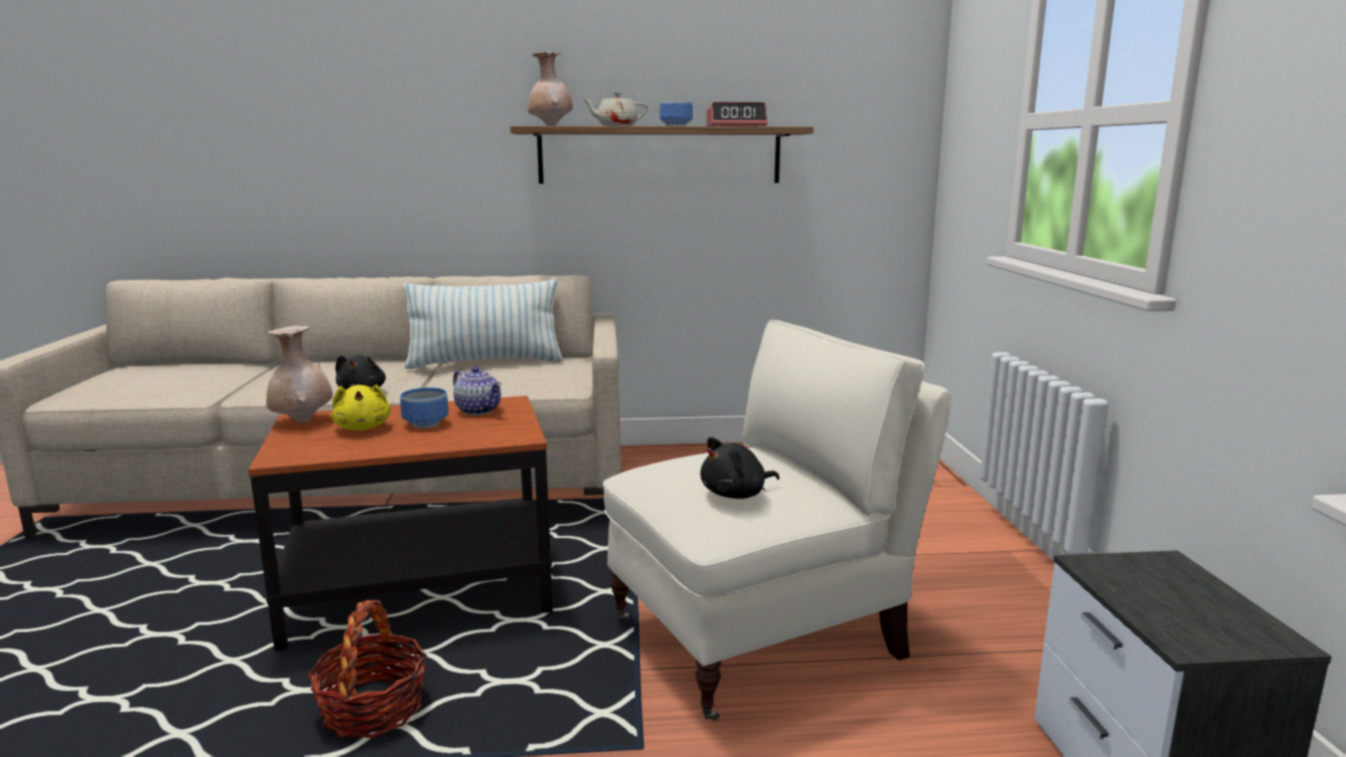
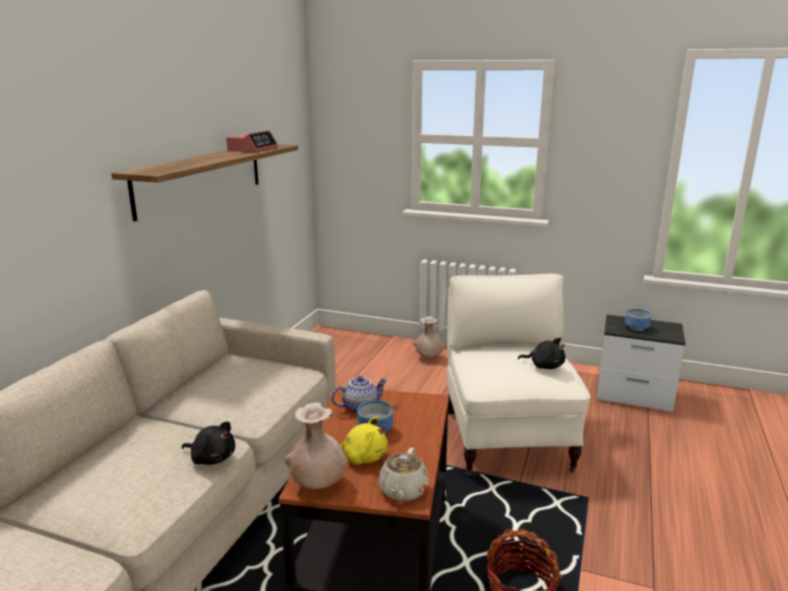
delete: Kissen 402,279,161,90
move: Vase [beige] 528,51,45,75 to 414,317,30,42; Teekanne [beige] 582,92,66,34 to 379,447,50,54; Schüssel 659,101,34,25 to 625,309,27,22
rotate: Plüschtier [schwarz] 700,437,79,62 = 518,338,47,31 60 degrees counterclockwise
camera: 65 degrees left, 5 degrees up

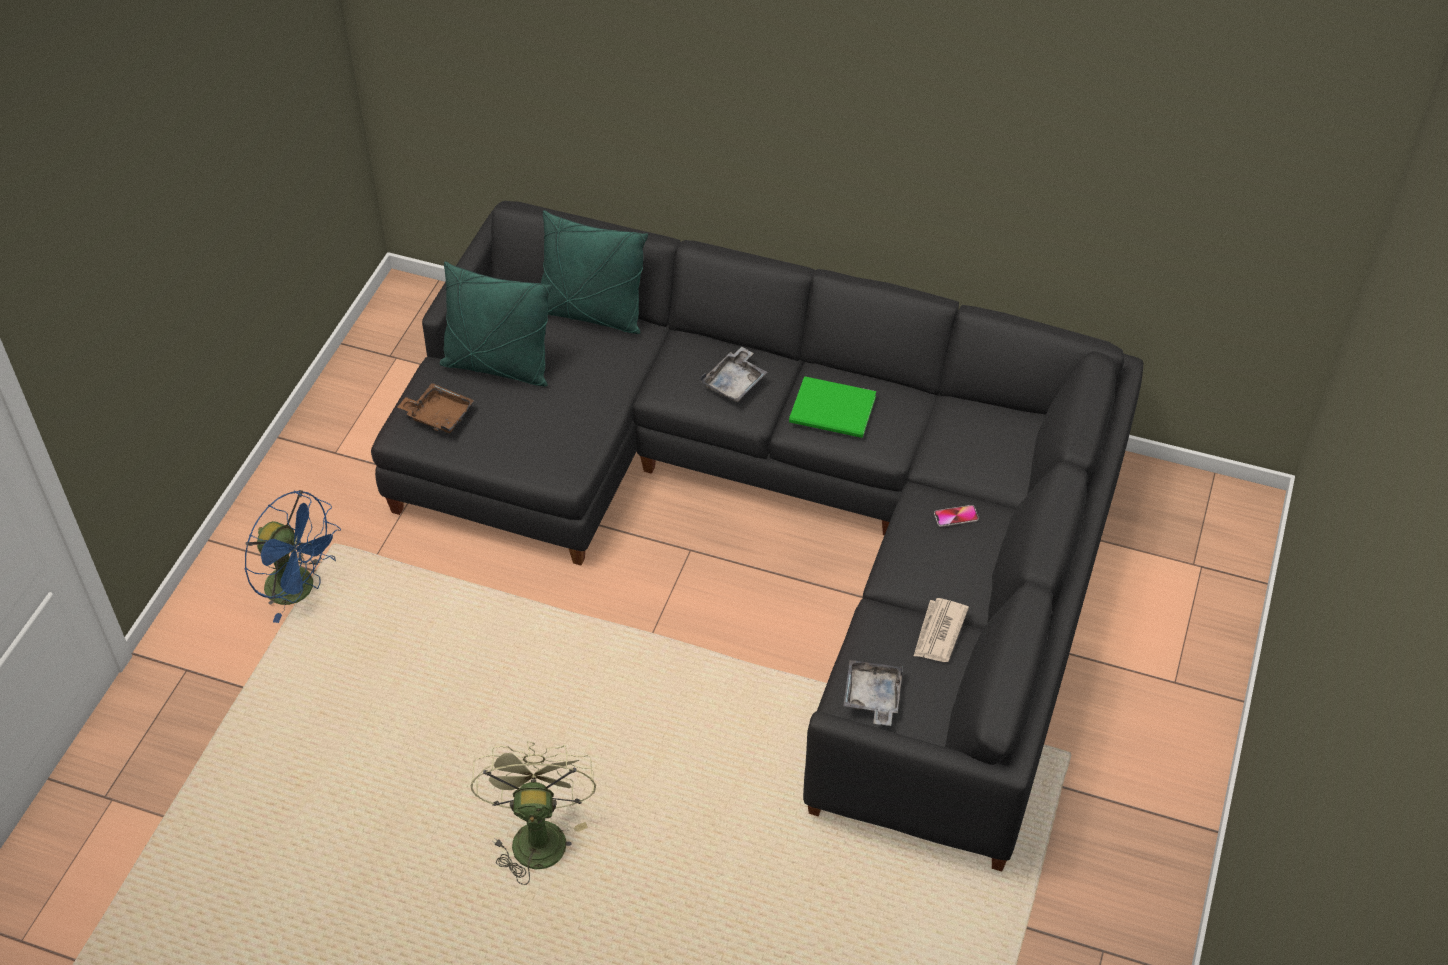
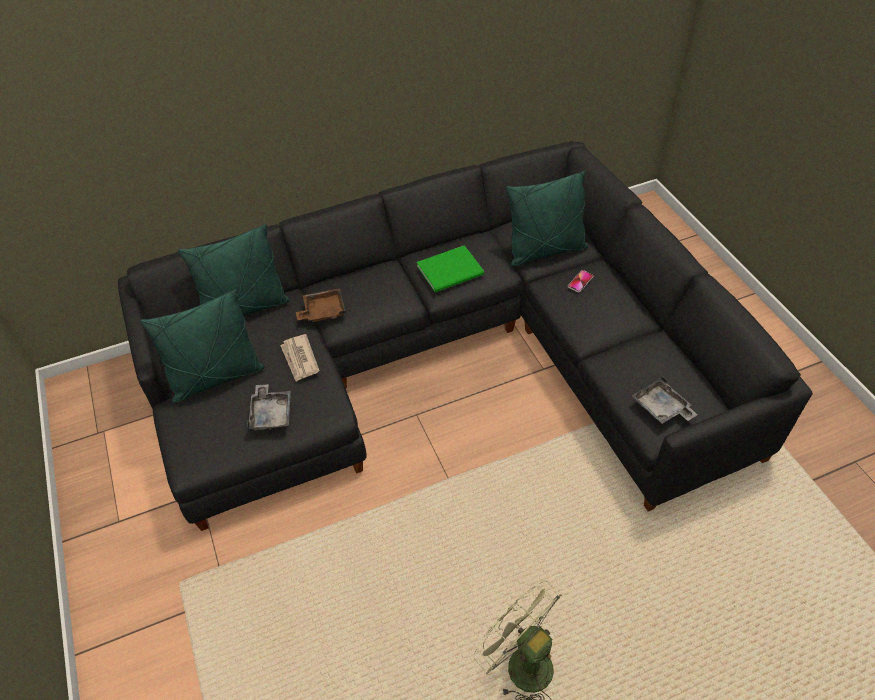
delete: Ventilator [blau] 244,490,97,133
insert: Kissen [grün] 506,171,82,96
move: Tablett [grau] 700,347,67,55 to 247,384,44,46; Tablett [braun] 398,383,76,50 to 296,288,50,34; Zeitung 914,598,55,64 to 280,334,40,48
camera: 40 degrees left, 0 degrees up

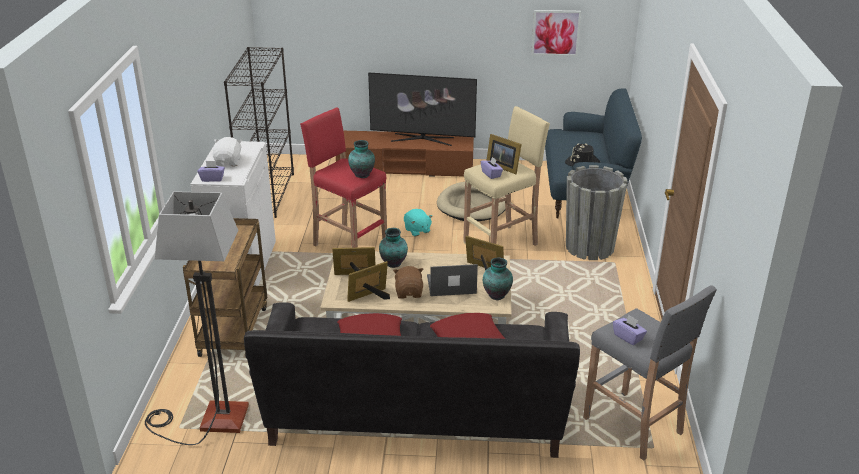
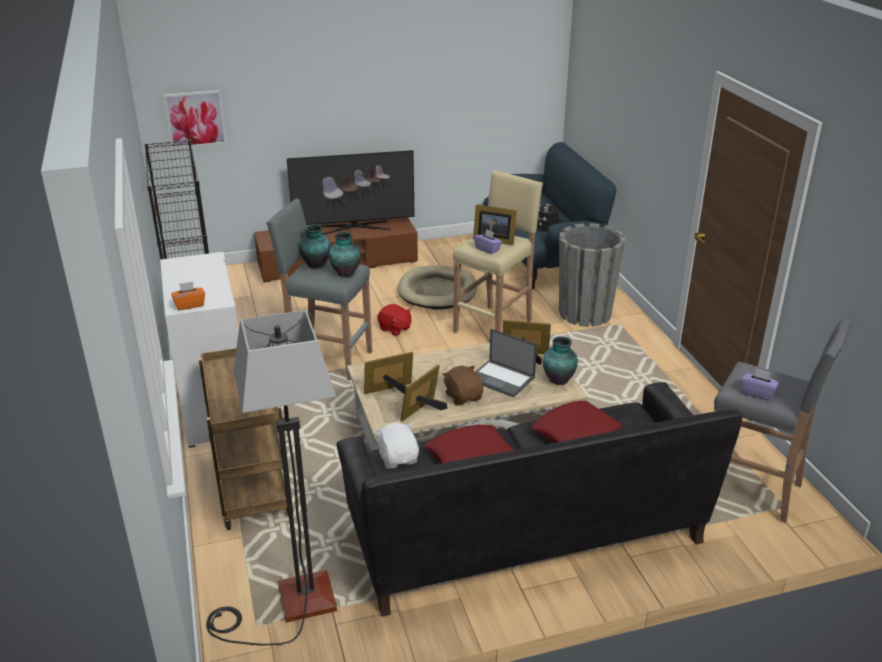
move: Bild 531,10,50,46 to 163,90,64,59; Plüschtier [weiß] 212,137,30,29 to 374,423,45,46; Vase 379,228,29,40 to 299,224,32,45
recolor: Hocker [rot] 300,107,87,141 to Hocker [grau] 266,199,106,182; Taschentuchbox [lila] 198,161,27,21 to Taschentuchbox [orange] 171,282,34,28; Plüschtier [türkis] 404,209,28,27 to Plüschtier [rot] 377,304,34,32
rotate: Laptop 427,264,51,32 = 476,329,61,68 120 degrees counterclockwise
camera: 20 degrees left, 0 degrees up

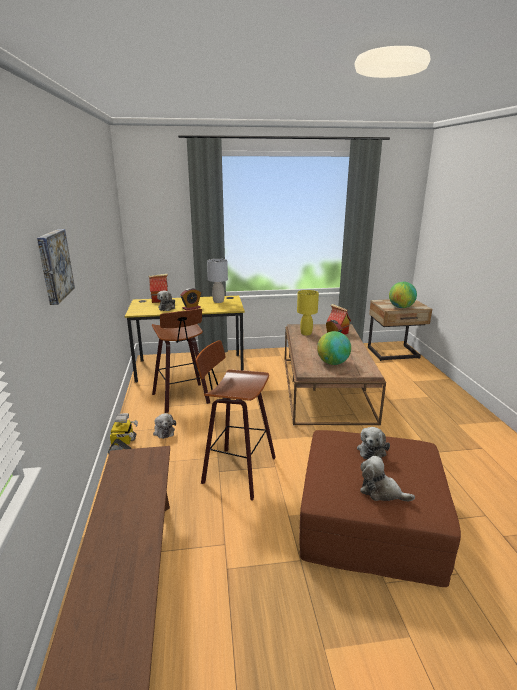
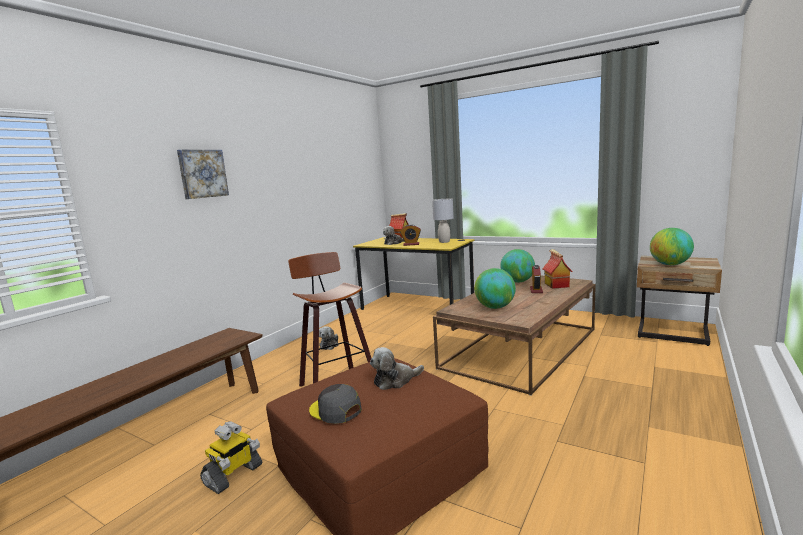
delete: Hocker 152,309,58,104
move: Spielzeugroboter 108,413,30,41 to 200,421,62,73
replace: Tischlampe [gelb] 297,290,22,45 to Globus 500,249,35,34; Plüschtier 360,456,55,45 to Kappe [grau] 309,384,53,40
camera: 40 degrees right, 10 degrees down

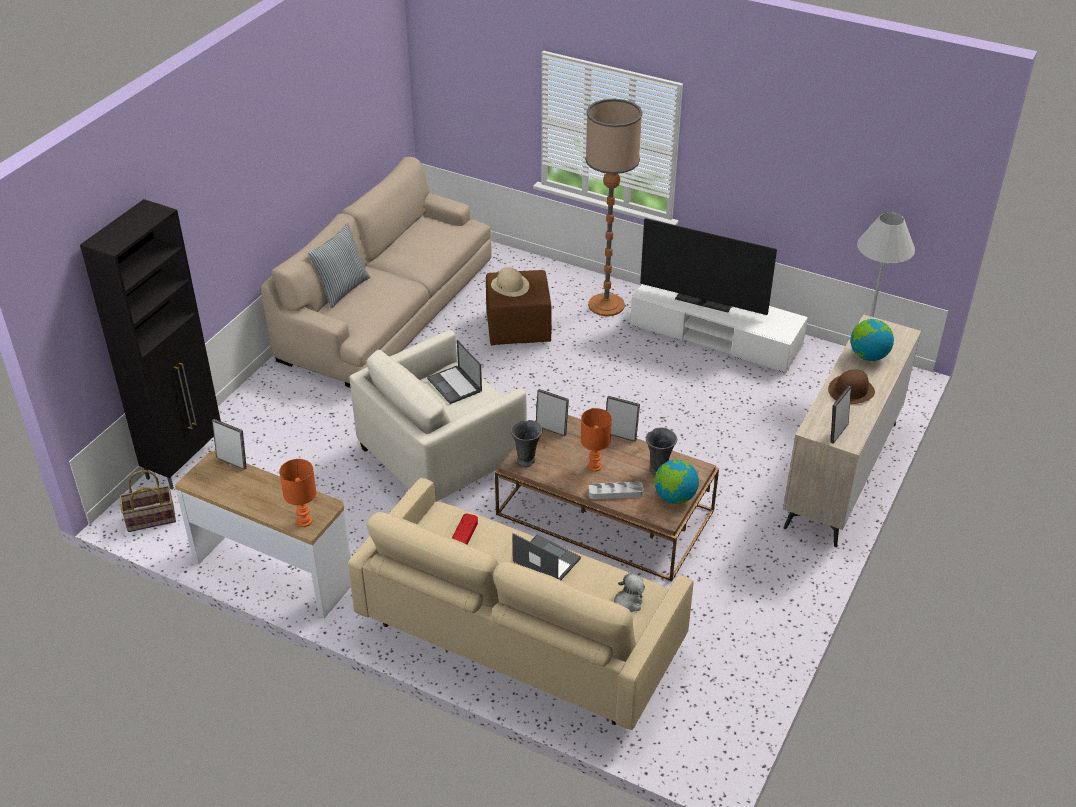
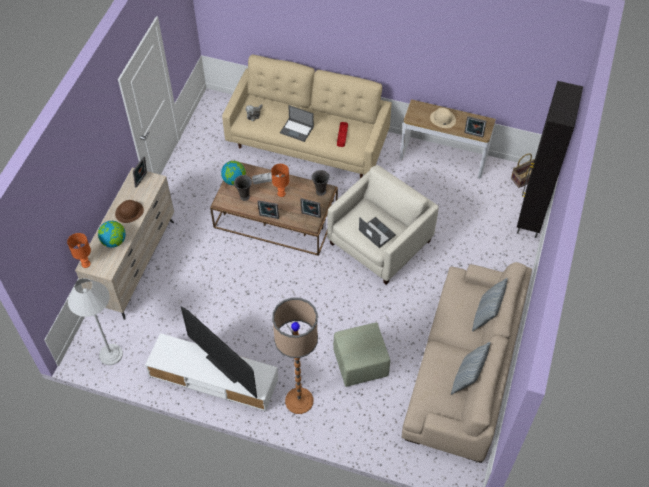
insert: Kissen 451,342,40,53
move: Hut [beige] 491,267,38,30 to 430,107,26,21; Tischlampe [orange] 279,459,38,68 to 67,233,24,35
recolor: Polsterhocker [braun] 486,270,66,75 to Polsterhocker [grün] 333,323,57,64
rotate: Fernseher 640,218,137,97 = 181,306,76,92 150 degrees counterclockwise
camera: 170 degrees right, 15 degrees up

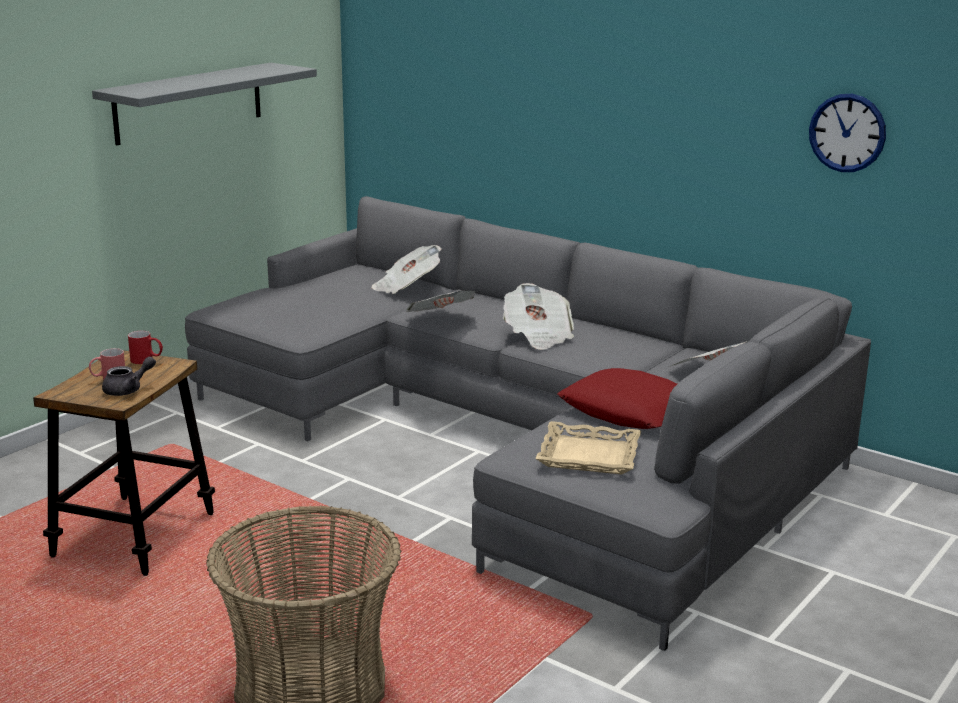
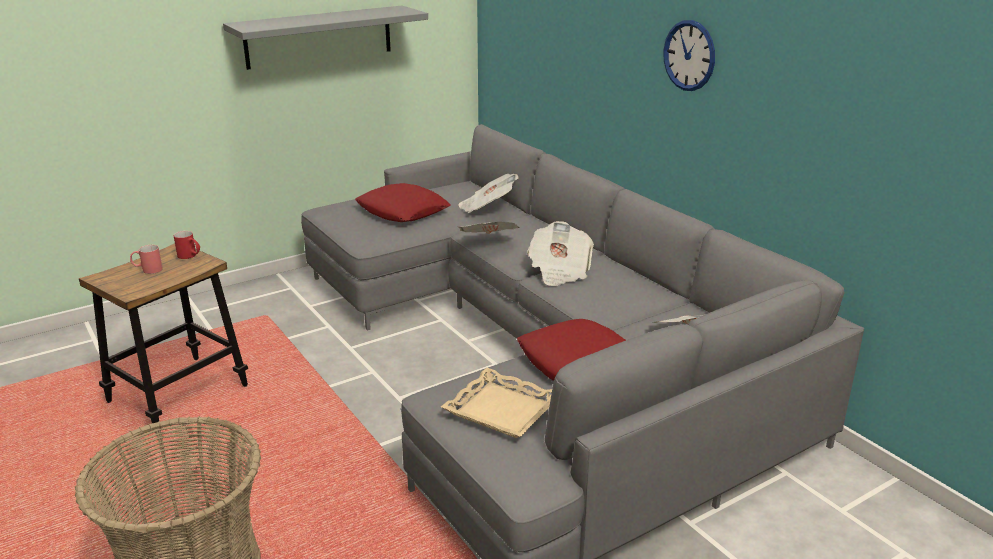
delete: Teekanne [grau] 102,356,54,40
insert: Kissen [rot] 355,183,96,39
move: Wanduhr 809,94,77,78 to 663,20,52,71
camera: 20 degrees right, 5 degrees up

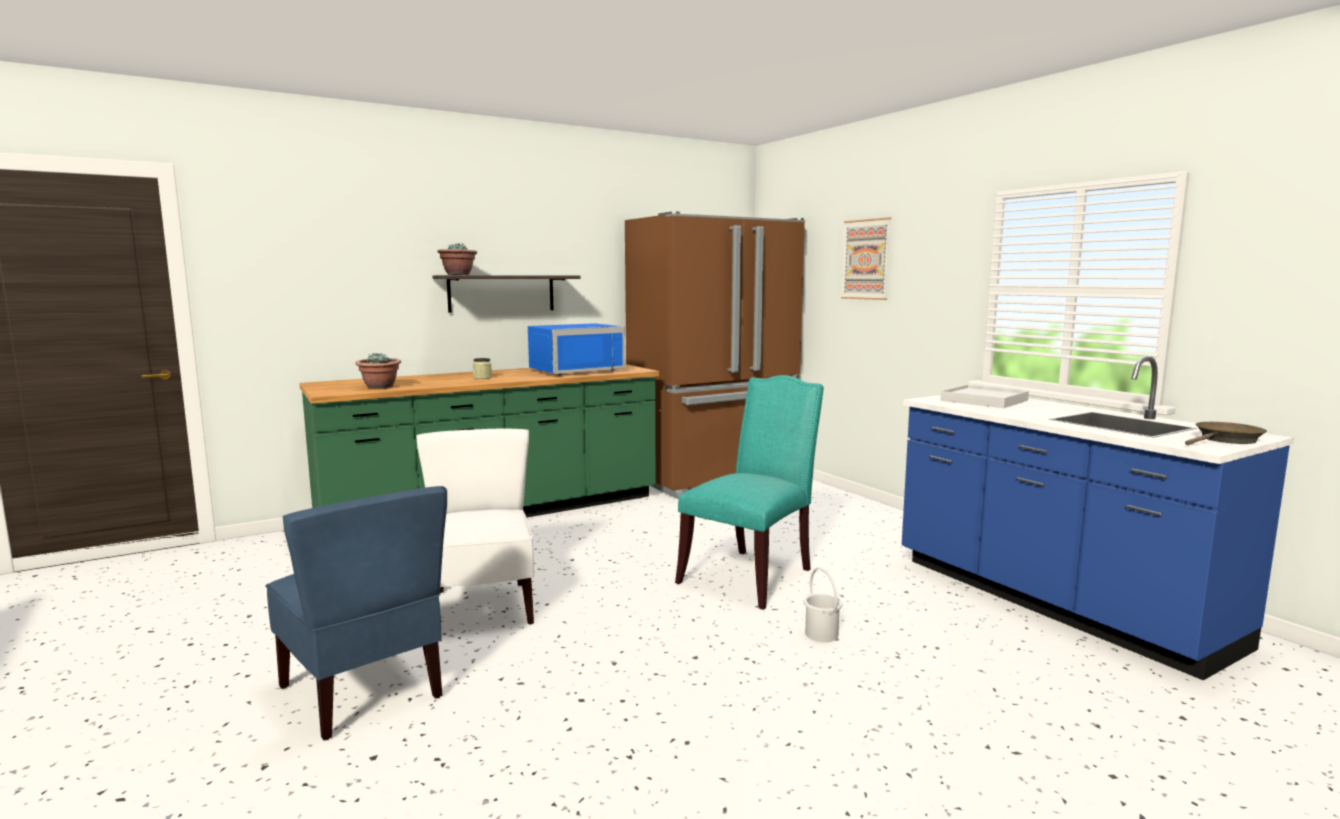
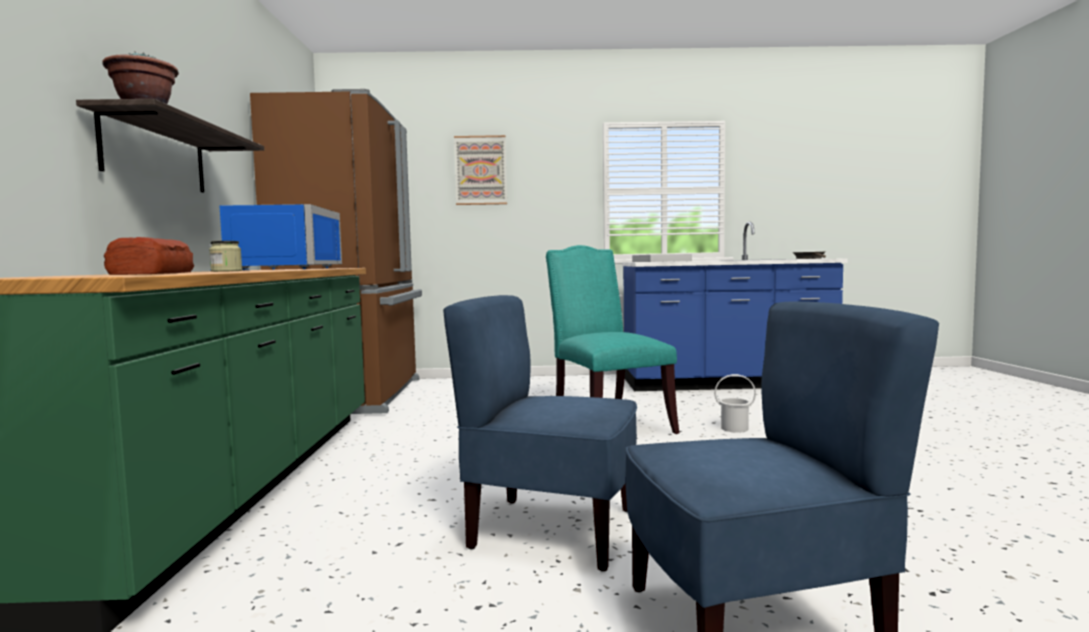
replace: Topfpflanze 356,353,45,36 to Brot 103,237,91,38
recolor: Stuhl [weiß] 416,429,118,196 to Stuhl [blau] 443,295,194,277
camera: 60 degrees left, 5 degrees down

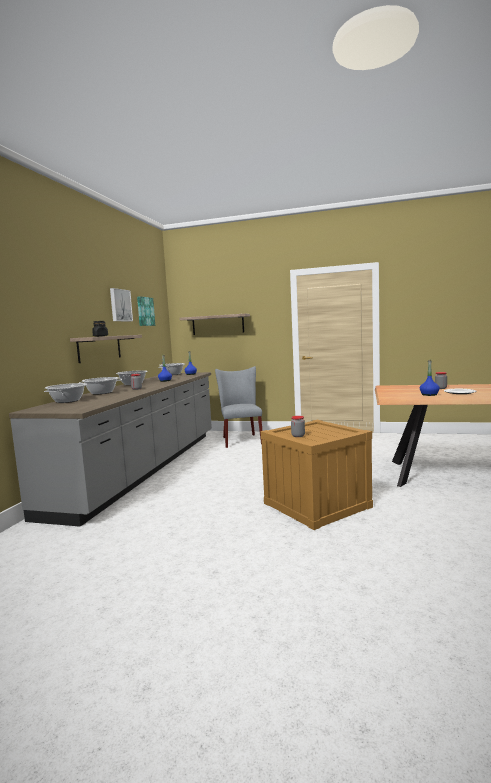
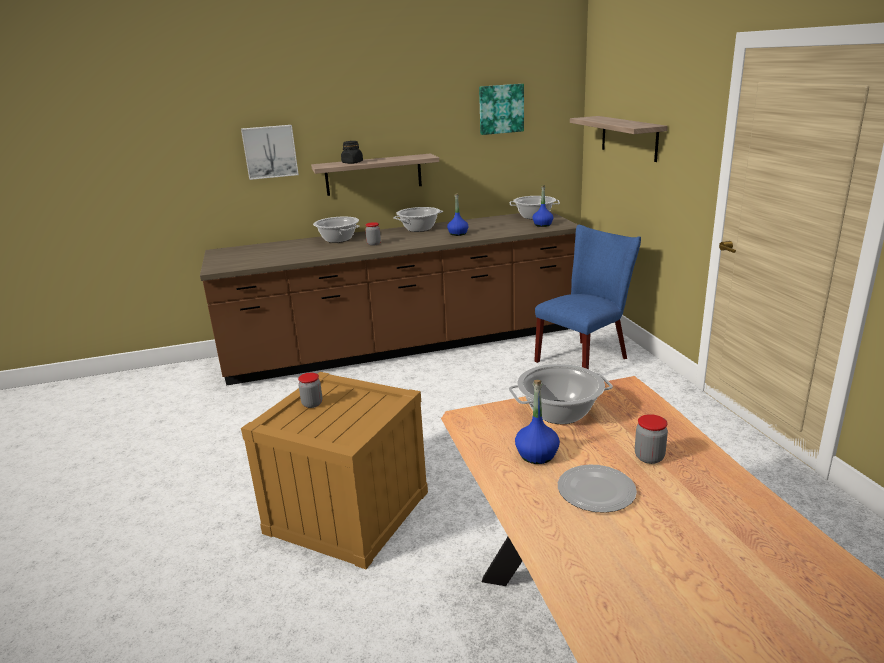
move: Bild 110,288,23,33 to 241,125,58,55; Kochtopf 44,383,43,20 to 509,364,104,60
recolor: Stuhl [grau] 215,366,47,82 to Stuhl [blau] 534,225,107,144; Küchenzeile [grau] 9,372,203,155 to Küchenzeile [braun] 200,211,378,175
camera: 60 degrees right, 15 degrees up

